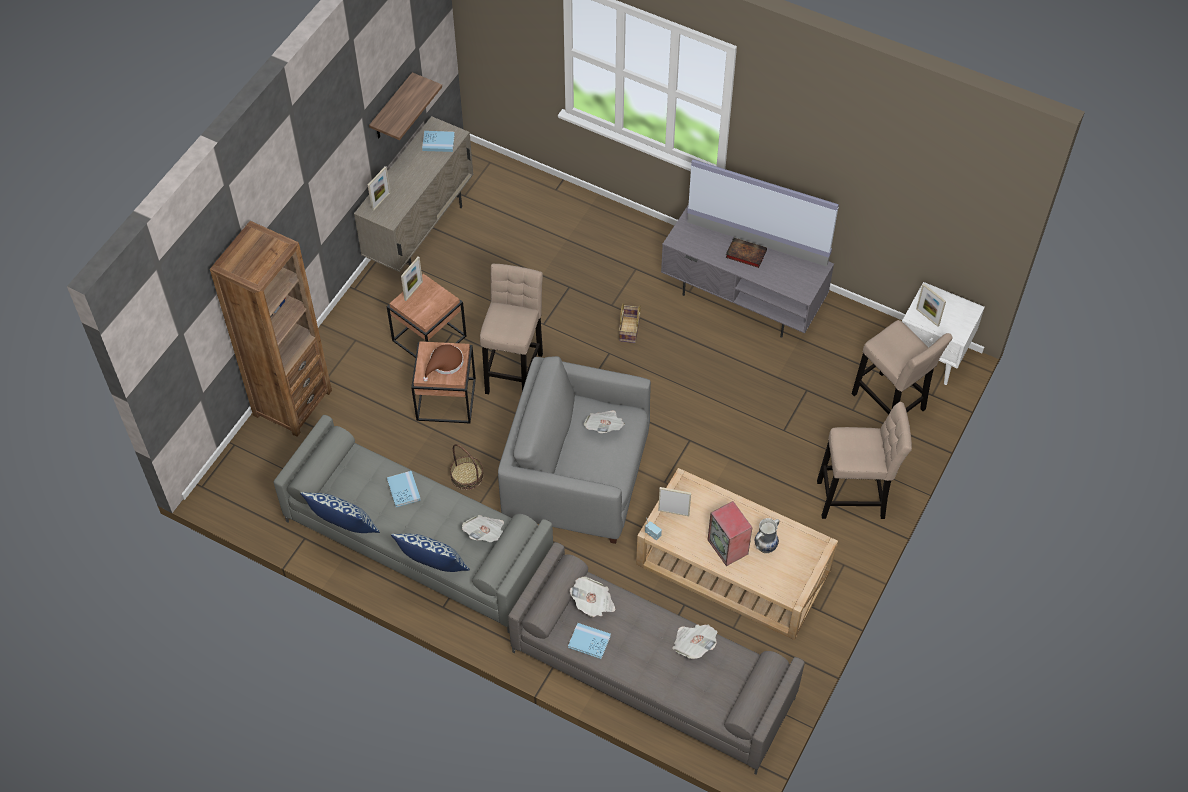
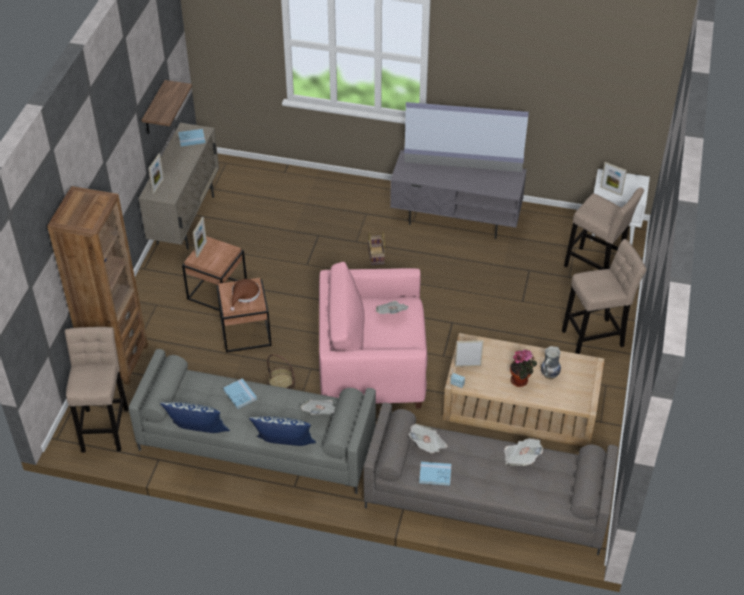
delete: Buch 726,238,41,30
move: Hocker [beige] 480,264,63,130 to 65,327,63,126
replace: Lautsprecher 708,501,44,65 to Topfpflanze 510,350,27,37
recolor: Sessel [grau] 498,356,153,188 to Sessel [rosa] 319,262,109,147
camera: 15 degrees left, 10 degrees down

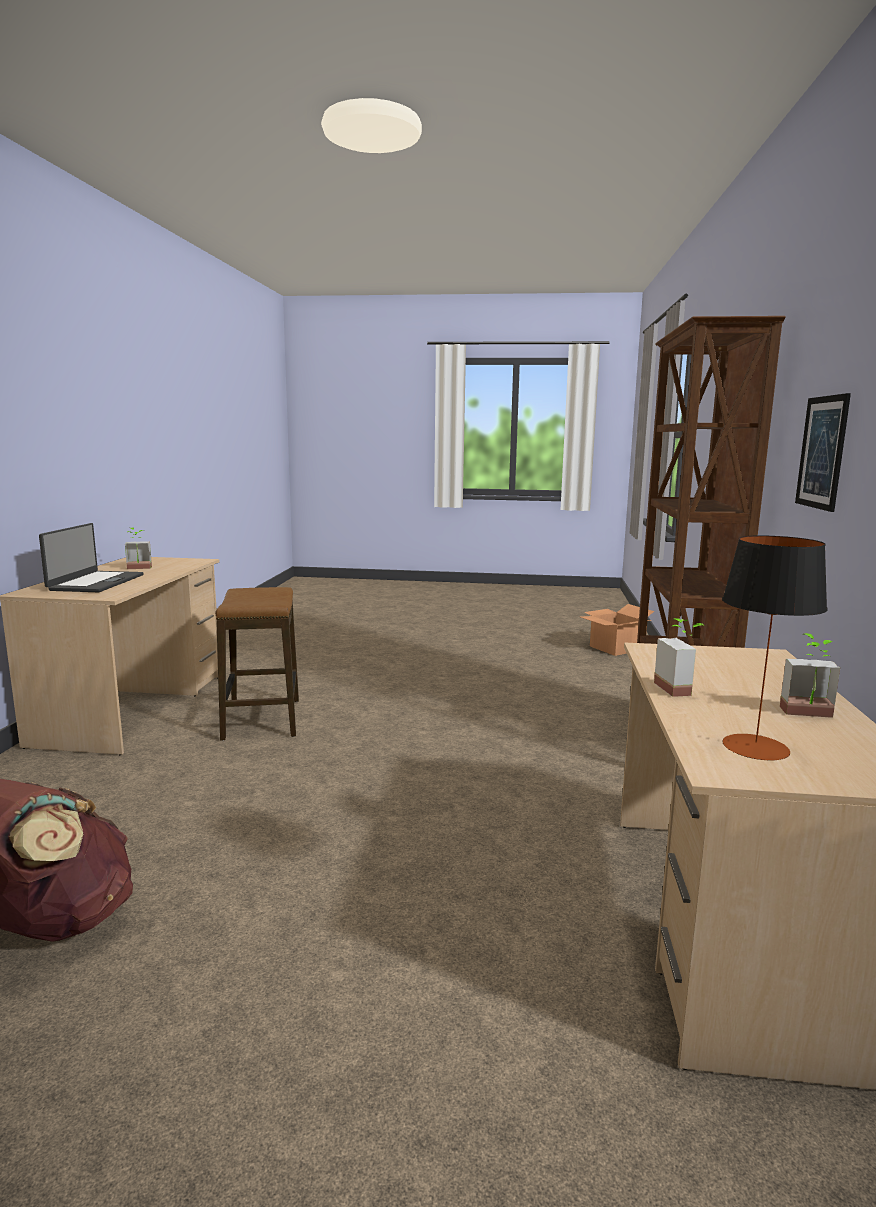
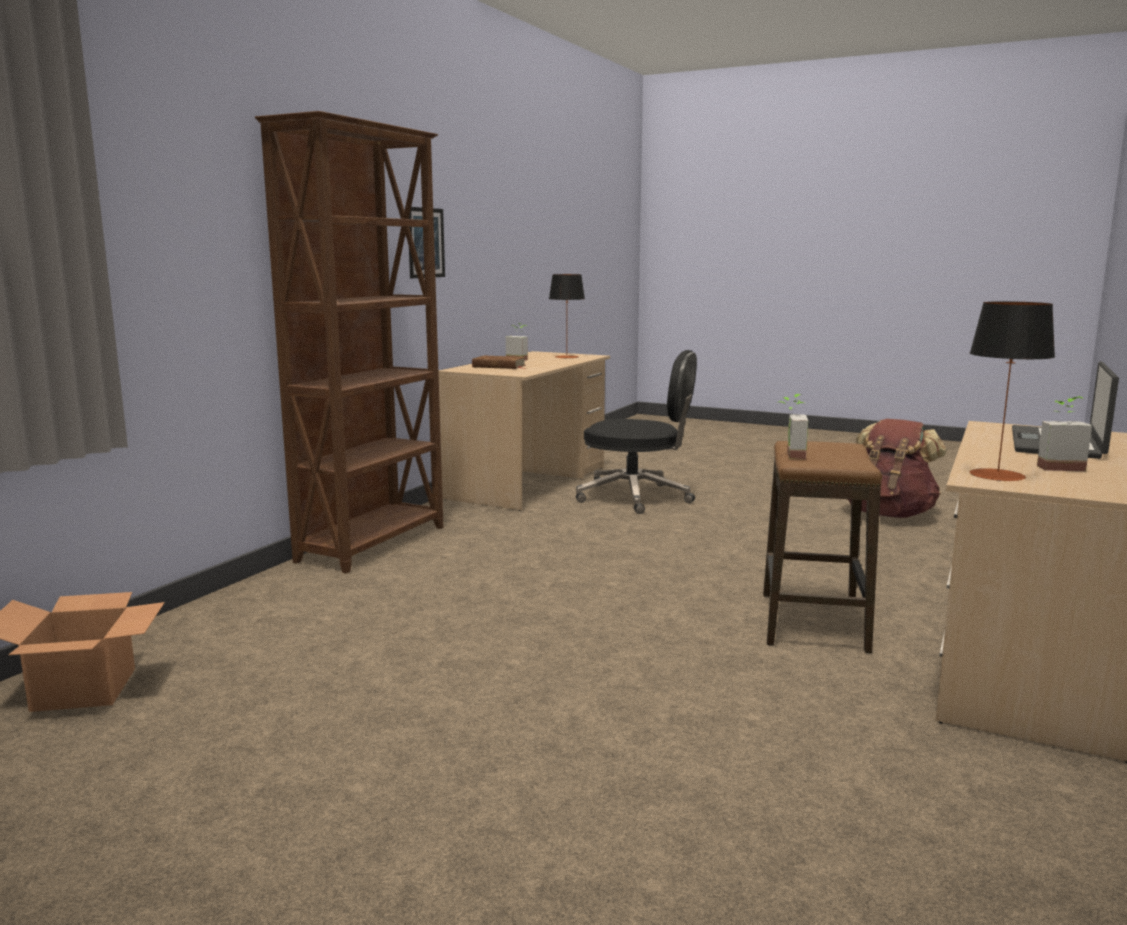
insert: Tischlampe 970,301,85,180; Bürostuhl [schwarz] 576,350,121,164; Buch [braun] 472,356,54,13
move: Topfpflanze 654,618,50,79 to 779,394,29,65
camera: 160 degrees left, 0 degrees up

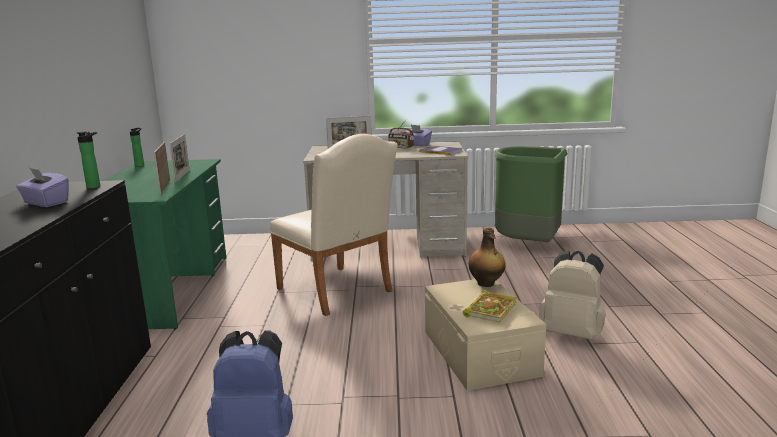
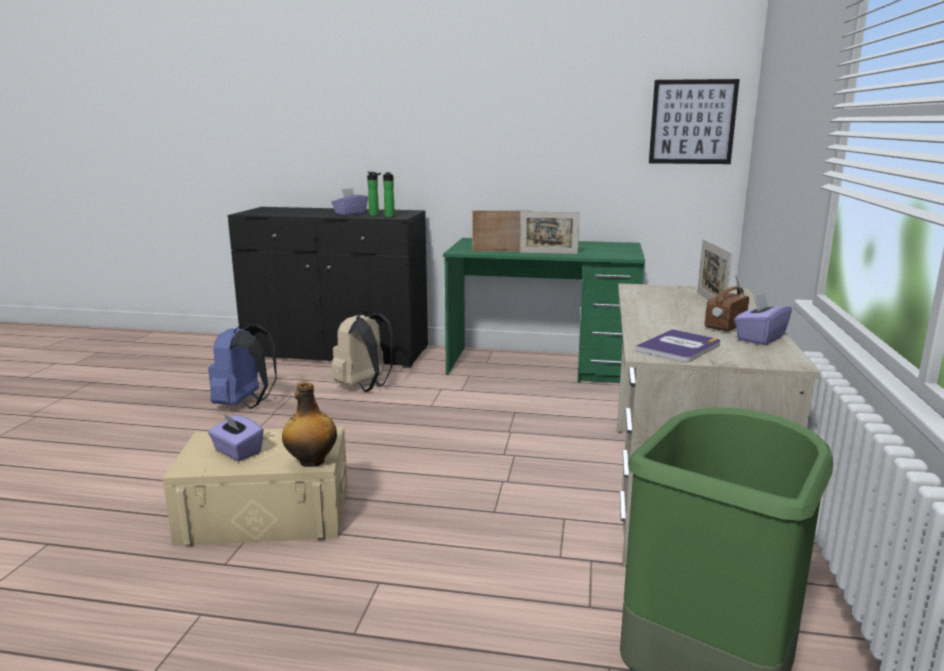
delete: Stuhl [beige] 270,134,128,182
insert: Bild 649,79,91,85
move: Flasche 130,128,14,39 to 367,172,14,44; Rucksack [beige] 539,250,67,90 to 331,311,63,81
replace: Buch 463,290,54,33 to Taschentuchbox [lila] 208,413,56,48
camera: 100 degrees right, 0 degrees up

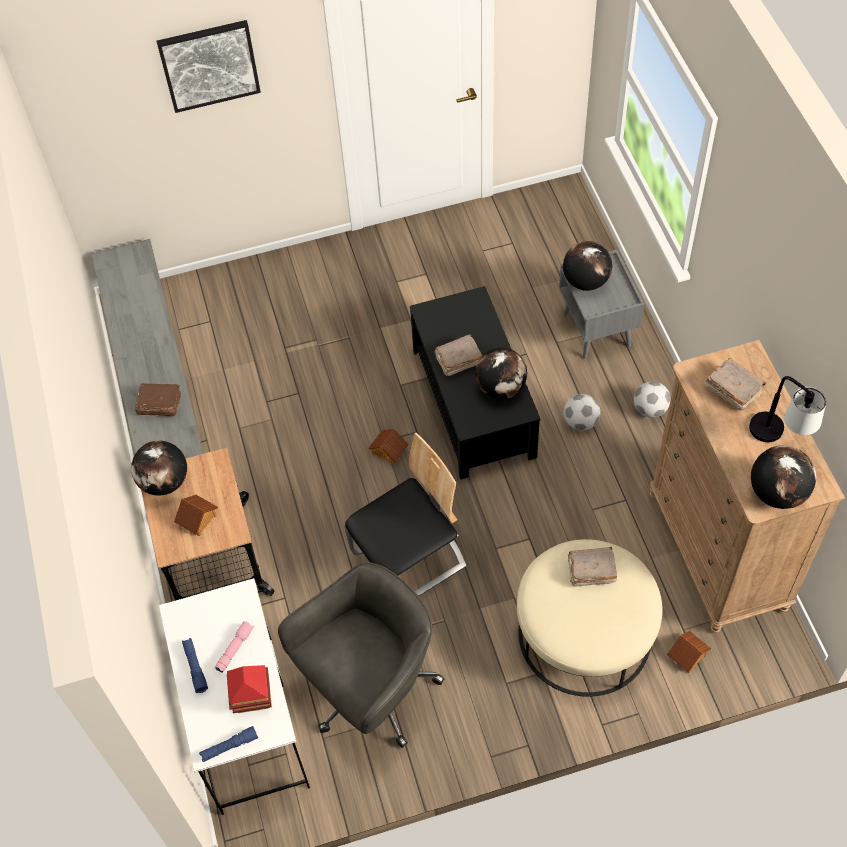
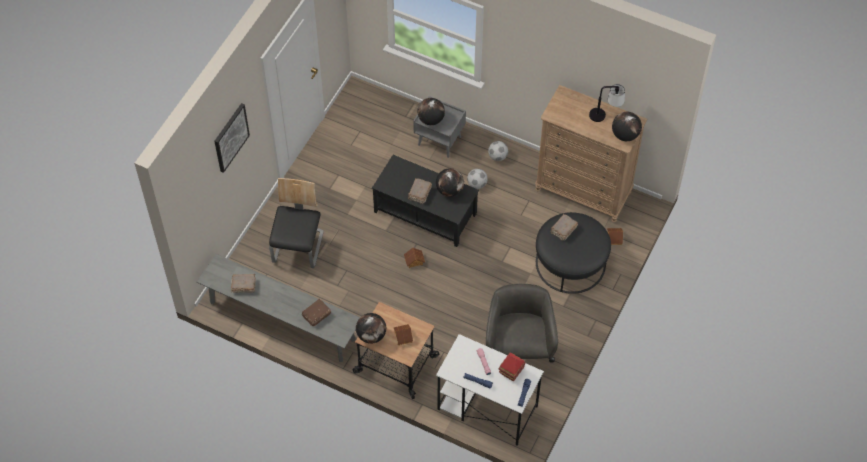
move: Buch [braun] 705,358,61,53 to 231,274,25,19; Stuhl 345,433,122,163 to 269,178,55,90
recolor: Polsterhocker [beige] 517,539,145,158 to Polsterhocker [schwarz] 536,212,75,82
camera: 50 degrees left, 0 degrees up

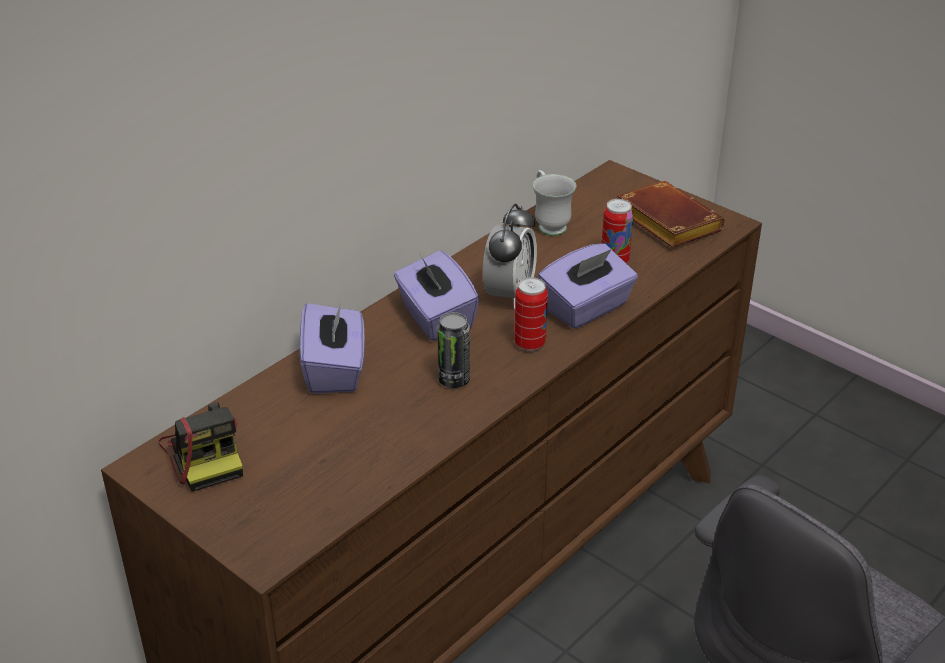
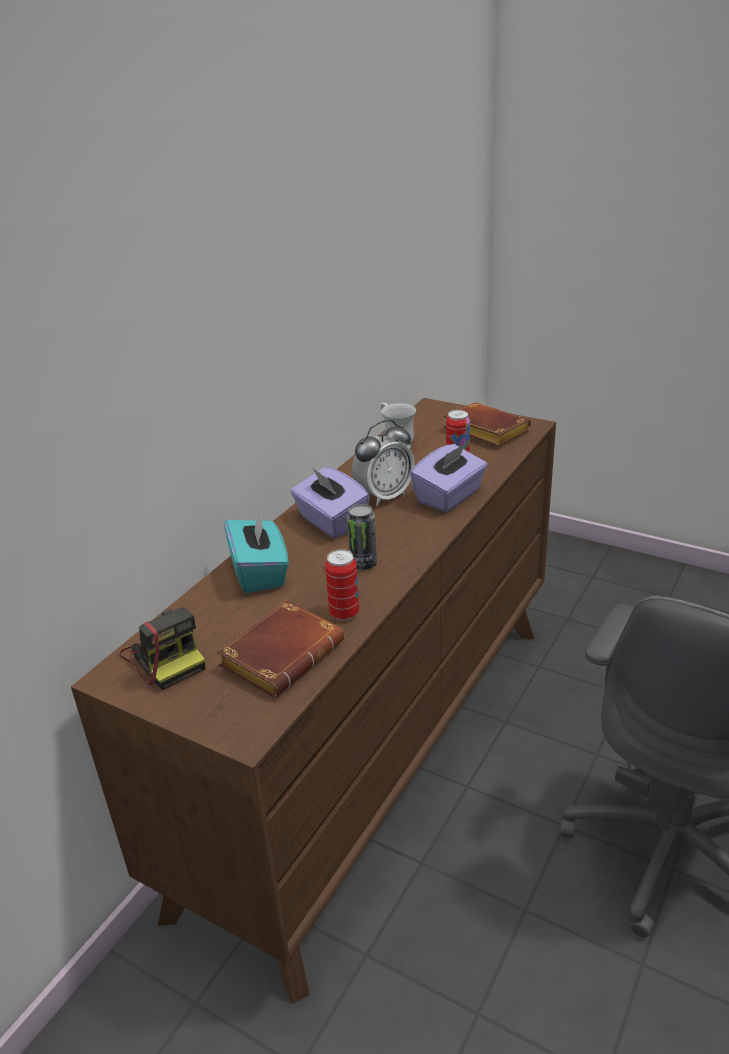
insert: Buch [braun] 217,600,127,98
move: Dose 514,277,34,74 to 325,549,34,72
recolor: Taschentuchbox [lila] 299,301,66,93 to Taschentuchbox [türkis] 224,509,65,84
rotate: Wecker 483,204,54,105 = 352,420,62,86 45 degrees clockwise
camera: 10 degrees left, 5 degrees down

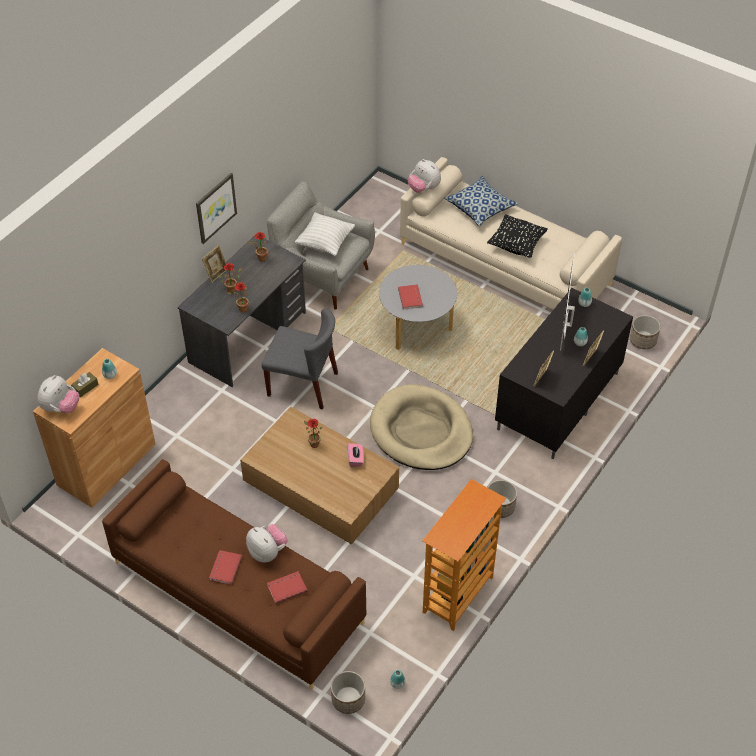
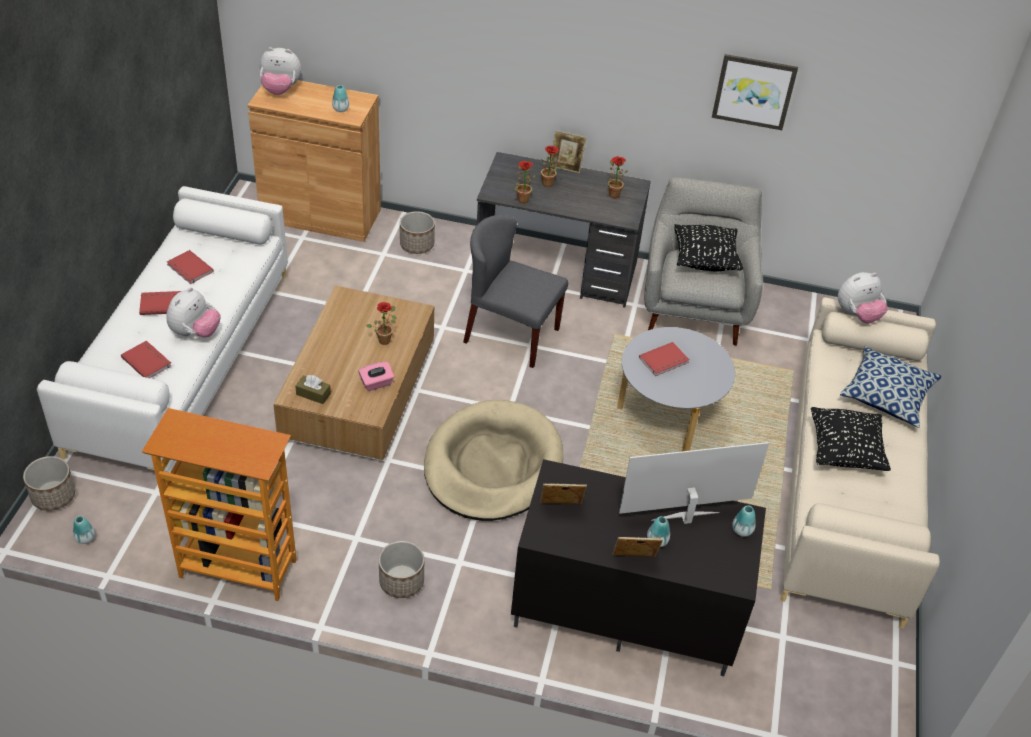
insert: Buch [rot] 167,250,47,34
move: Bild 196,173,41,71 to 712,54,86,76; Pflanzkübel 630,315,31,34 to 400,211,35,43; Taschentuchbox [braun] 71,372,28,25 to 295,375,36,29
recolor: Kissen [weiß] 295,213,60,43 to Kissen [schwarz] 674,224,69,47; Sofa [braun] 102,459,264,231 to Sofa [weiß] 37,186,251,295
rotate: Plüschtier 408,159,33,34 = 838,272,50,52 135 degrees counterclockwise; Stuhl [grau] 262,309,76,101 = 463,215,105,153 120 degrees clockwise
camera: 65 degrees right, 5 degrees down

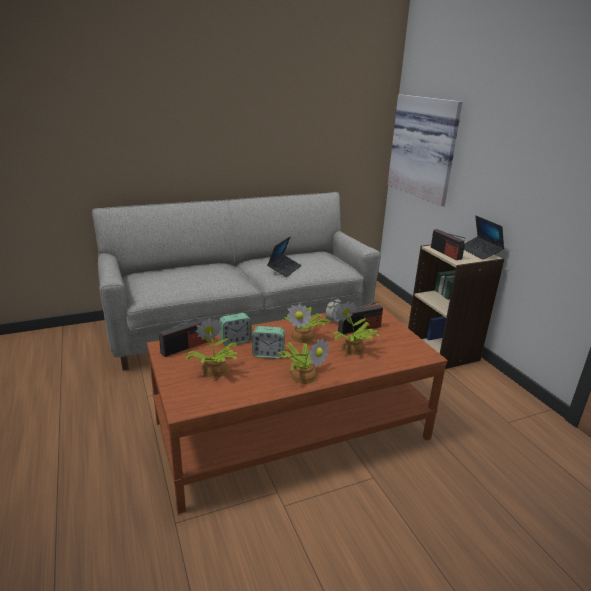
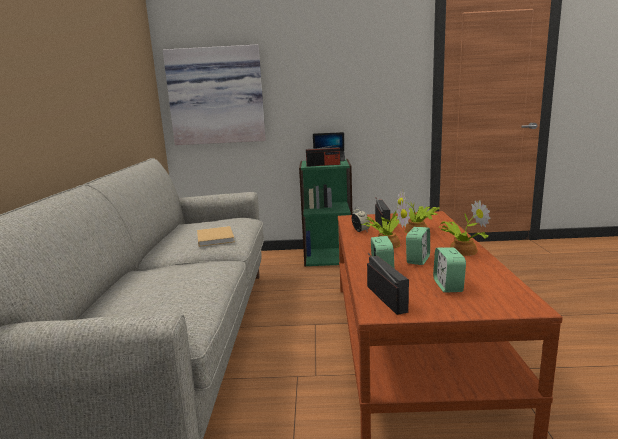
replace: Laptop 267,236,34,41 to Buch [beige] 197,226,38,21; Topfpflanze 185,318,53,60 to Wecker 433,247,33,46
recolor: Bücherregal [beige] 408,240,96,129 to Bücherregal [grün] 299,159,54,108
camera: 65 degrees left, 10 degrees down

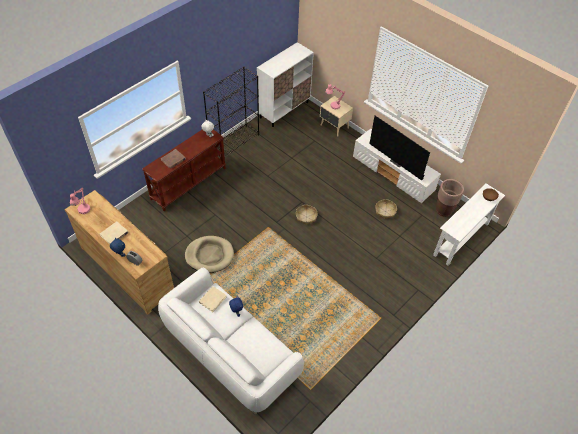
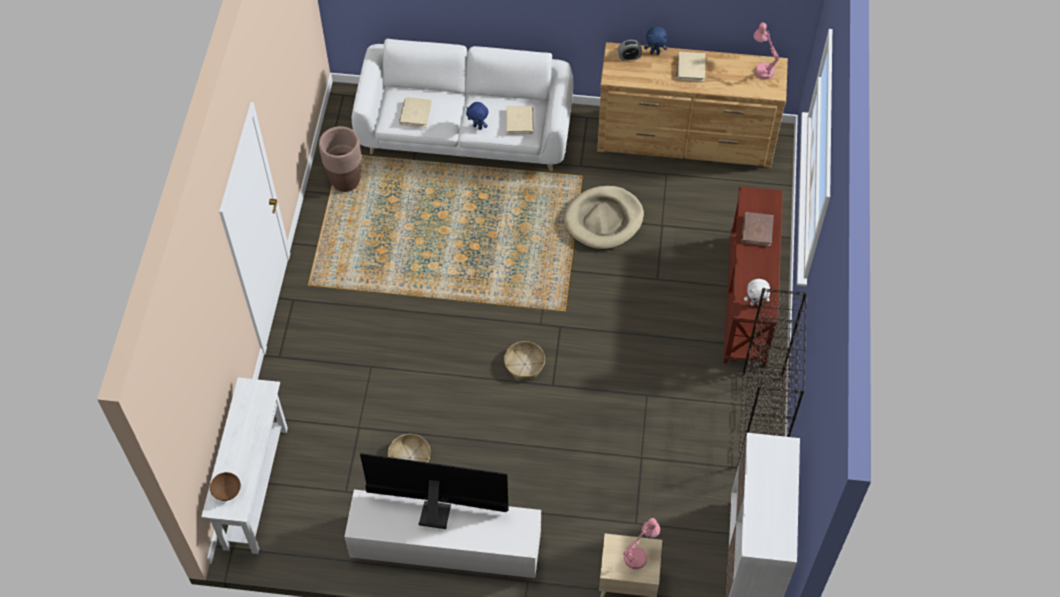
insert: Buch [beige] 399,97,33,31
move: Pflanzkübel [braun] 436,179,28,38 to 319,126,42,66
camera: 145 degrees right, 5 degrees up

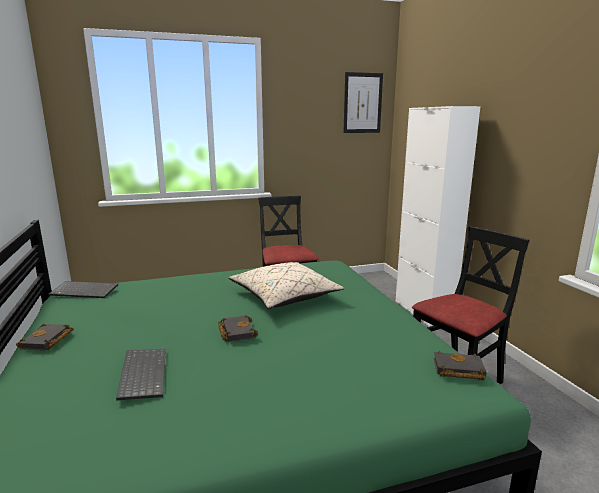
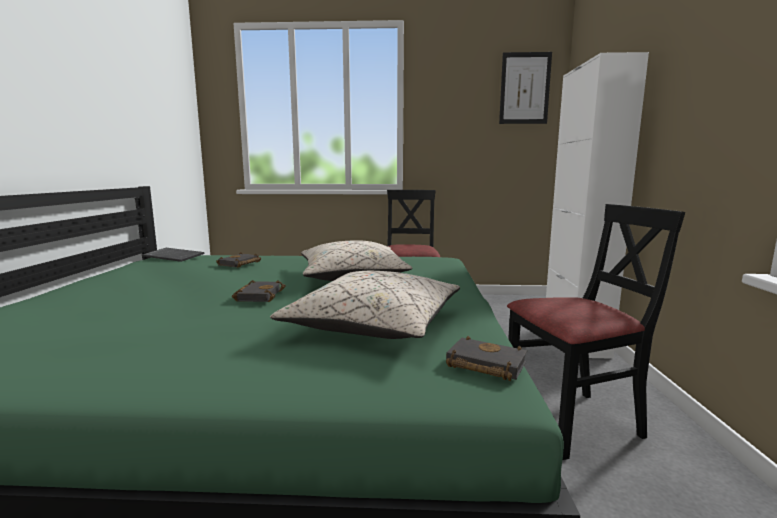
delete: Tastatur 116,349,50,51
insert: Kissen [beige] 270,271,190,68
move: Buch [schwarz] 16,324,57,27 to 216,252,45,16
camera: 20 degrees right, 5 degrees down

